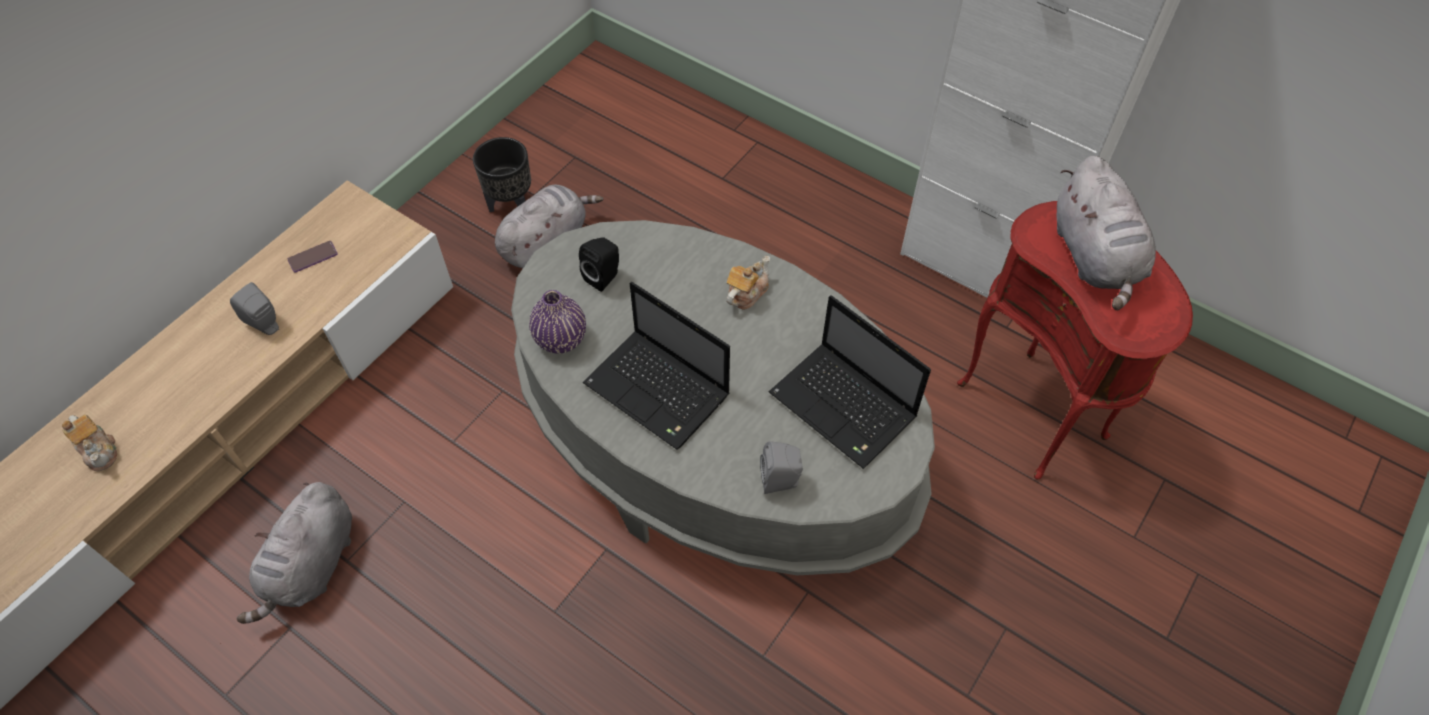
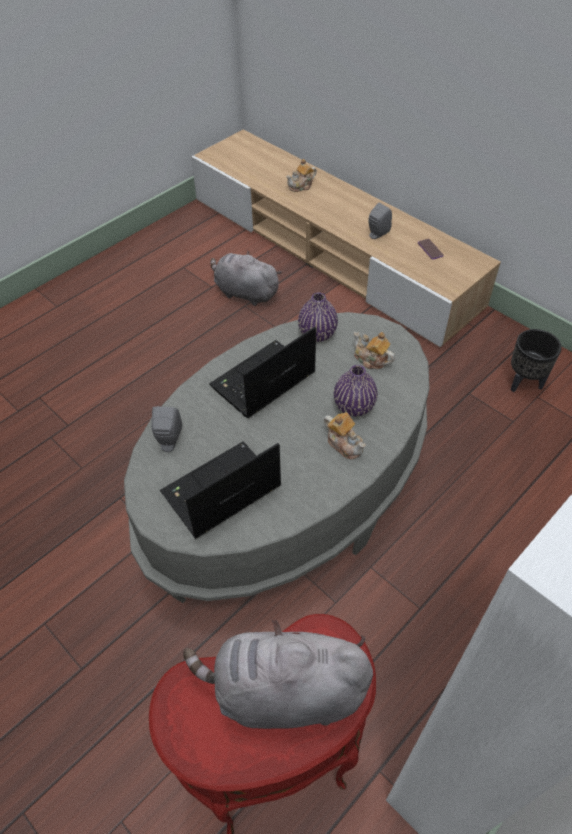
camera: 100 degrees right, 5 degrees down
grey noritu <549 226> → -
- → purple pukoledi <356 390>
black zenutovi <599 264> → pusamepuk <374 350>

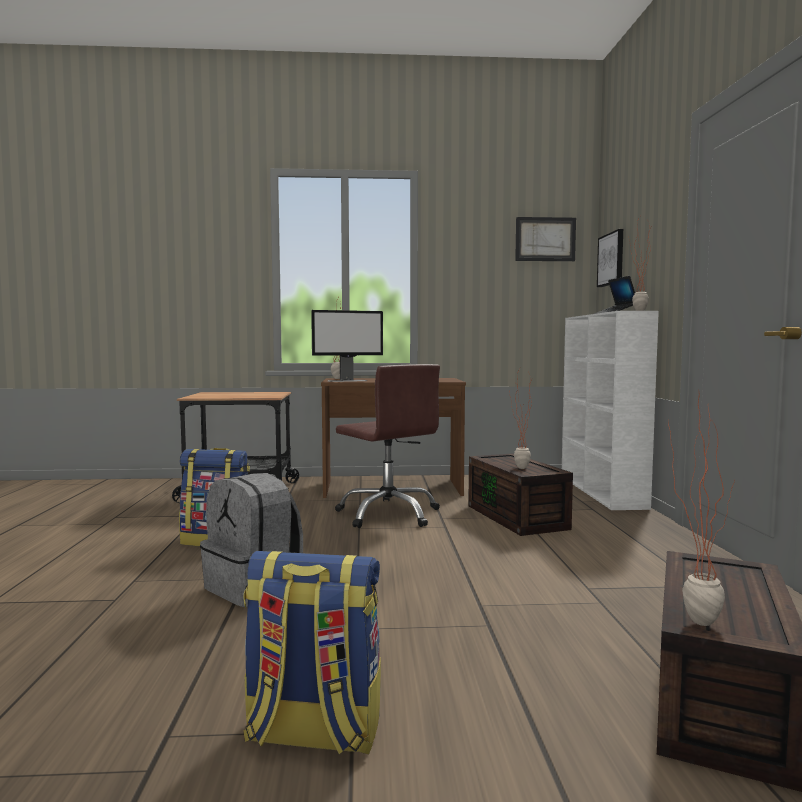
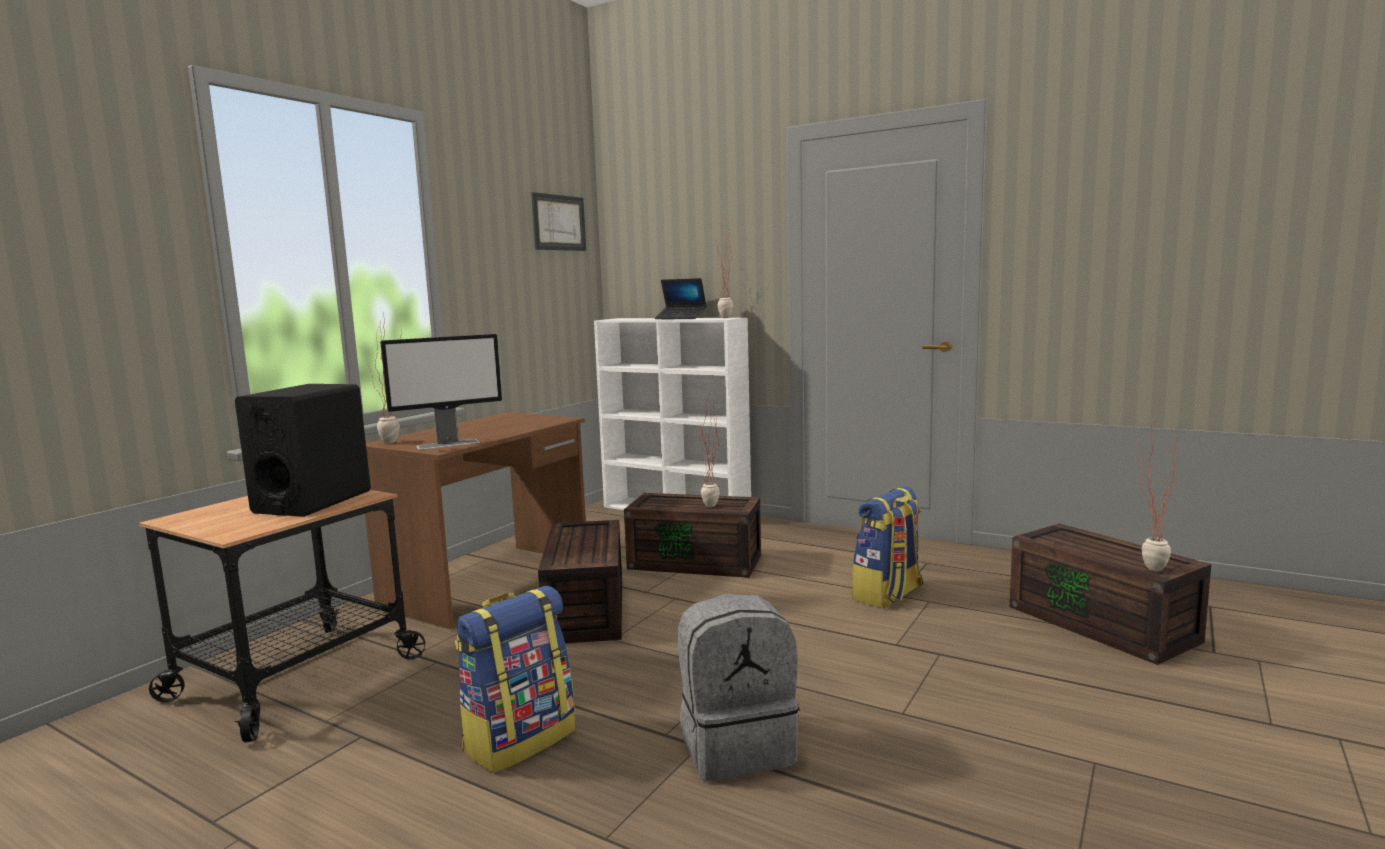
camera: 55 degrees left, 5 degrees up
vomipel <610 258> → -
- → black zenutovi <303 450>
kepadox <312 652> → kepadox <888 547>, relocated
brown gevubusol <387 446> → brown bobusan <580 581>
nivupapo <347 346> → nivupapo <441 392>, 45 degrees clockwise

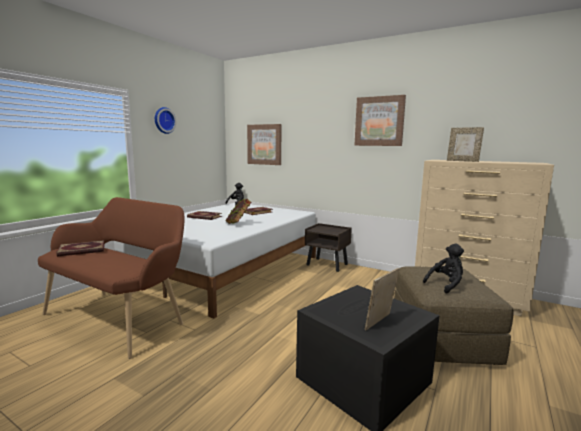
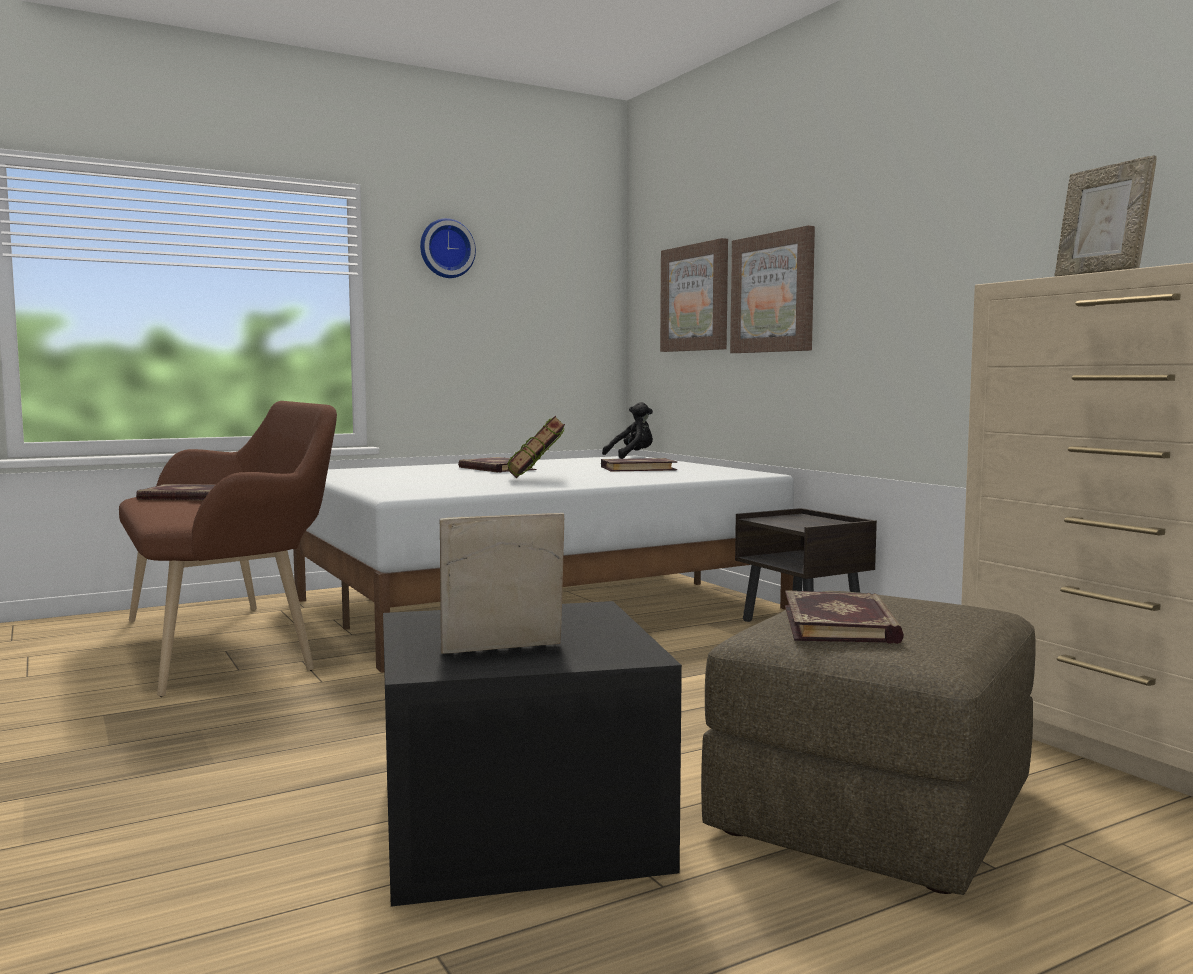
camera: 30 degrees right, 5 degrees down
vomipel <380 120> → vomipel <772 289>, relocated
black noritu <443 269> → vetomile <844 617>

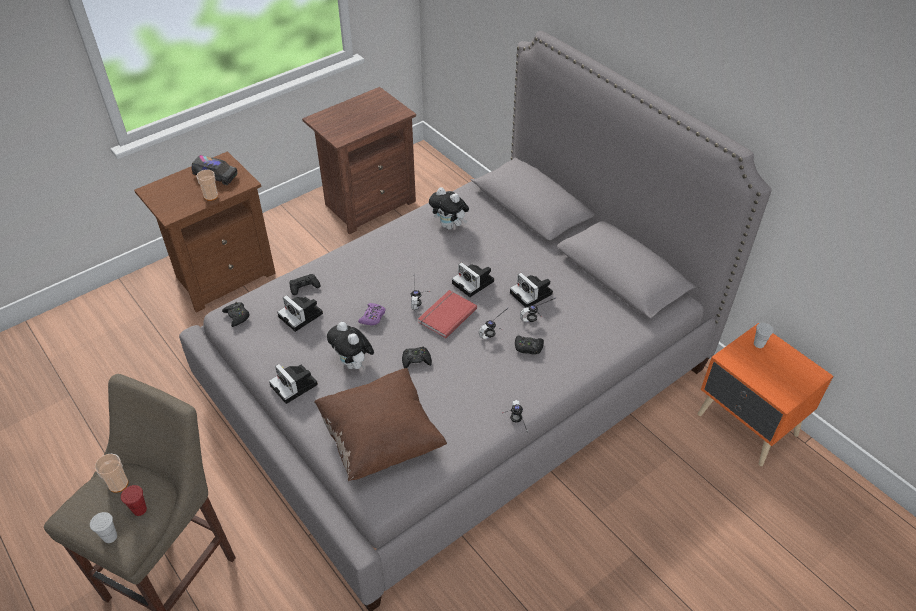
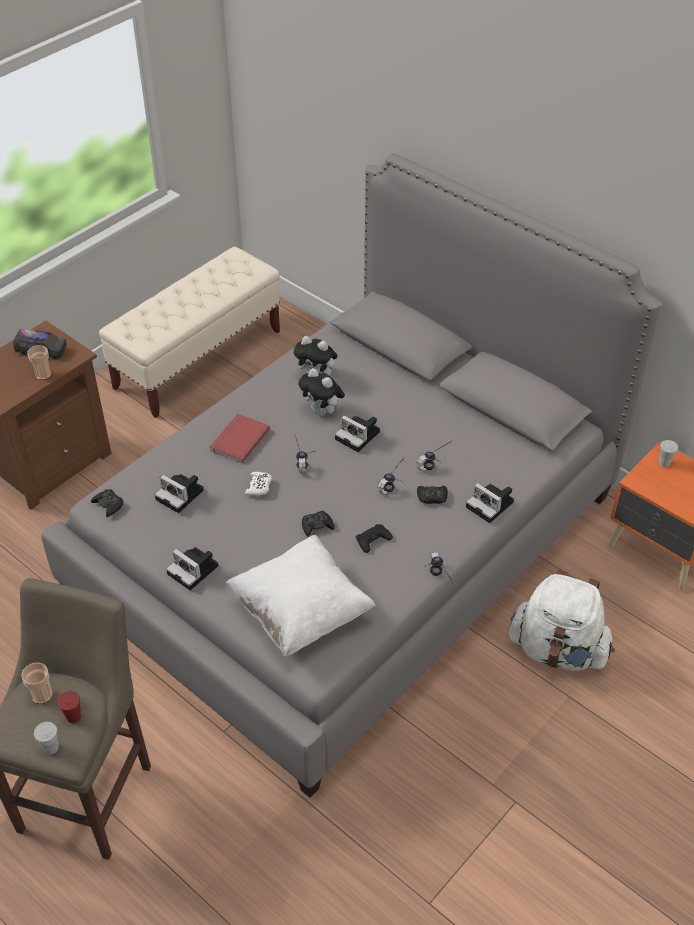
camera: 10 degrees left, 0 degrees up
- → white kepadox <562 620>
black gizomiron <305 284> → black gizomiron <374 538>, relocated
noritu <350 345> → noritu <321 392>, relocated
red vetomile <447 314> → red vetomile <240 438>, relocated
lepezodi <531 290> → lepezodi <490 503>, relocated
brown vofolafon <359 160> → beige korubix <189 332>
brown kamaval <380 424> → white kamaval <300 596>
purple gizomiron <372 314> → white gizomiron <258 484>

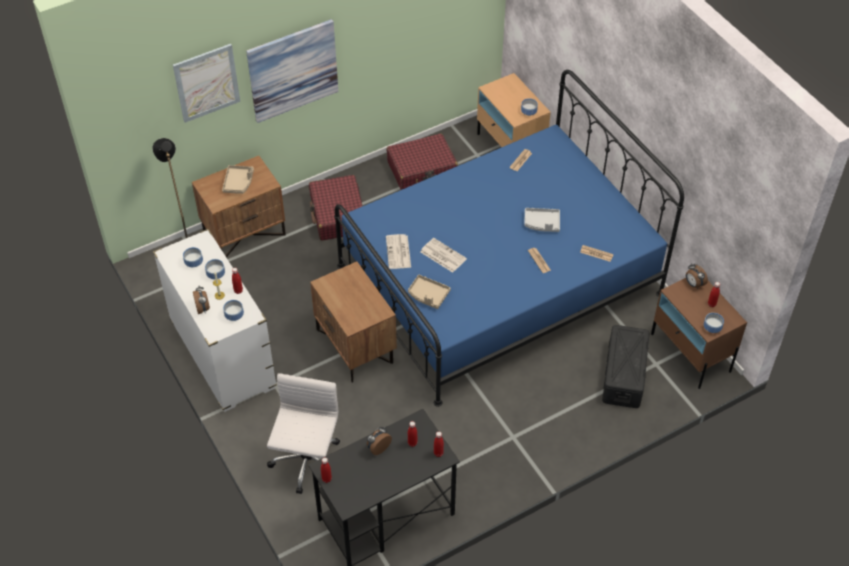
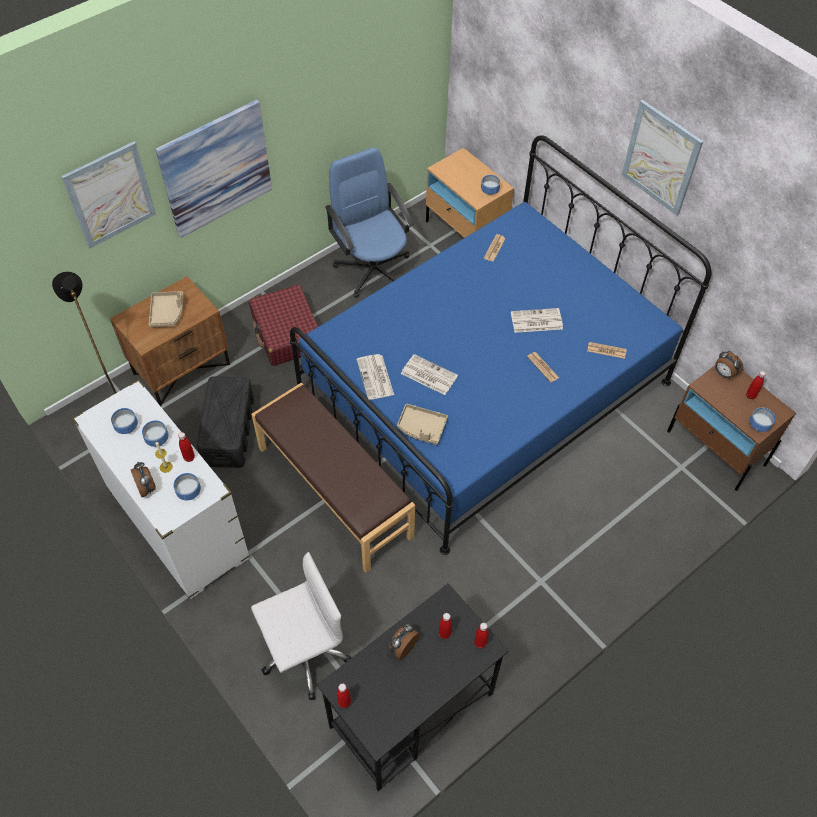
camera: 10 degrees left, 5 degrees up
- → vomipel <662 158>
black bobusan <625 366> → black bobusan <225 422>, relocated
brown vofolafon <353 322> → brown korubix <333 478>
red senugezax <422 162> → blue gevubusol <369 222>
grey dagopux <542 220> → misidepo <537 320>
white gevubusol <303 433> → white gevubusol <301 626>, 60 degrees clockwise

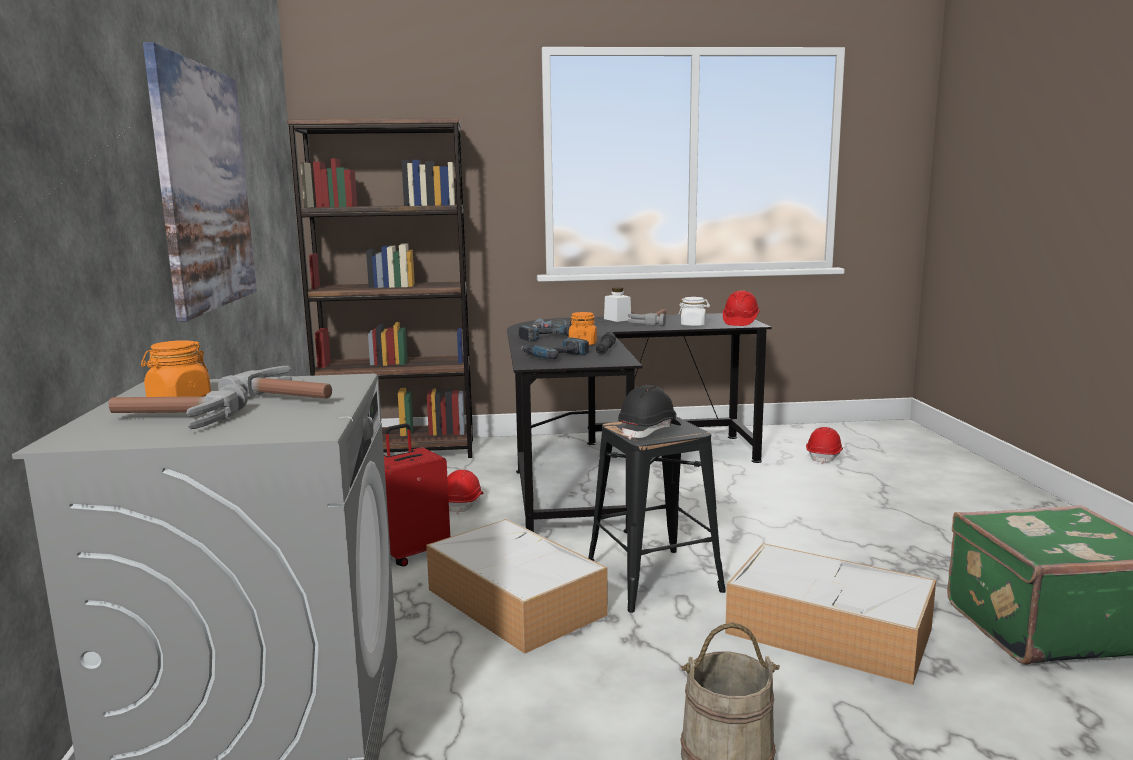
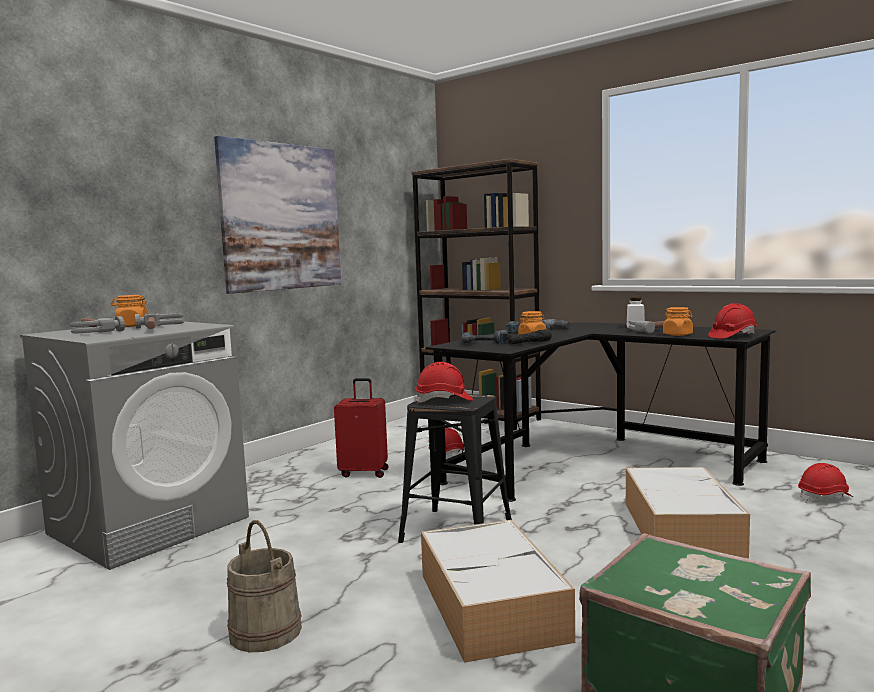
camera: 45 degrees right, 5 degrees down
bobusan <517 586> → bobusan <688 512>, relocated
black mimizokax <649 412> → red mimizokax <444 382>
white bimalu <694 312> → orange bimalu <678 321>

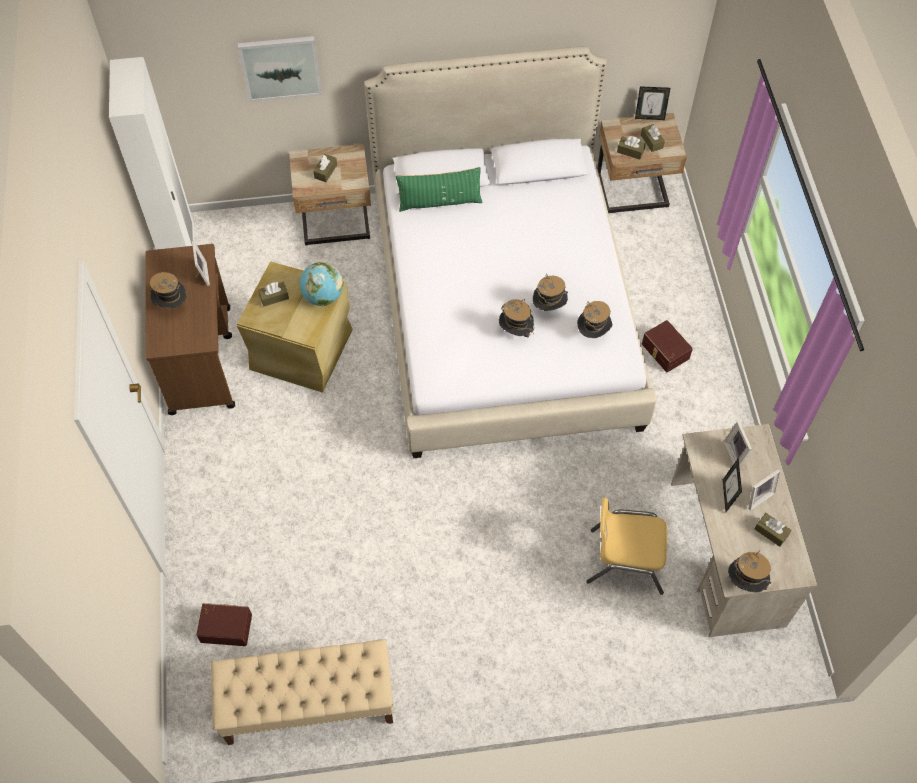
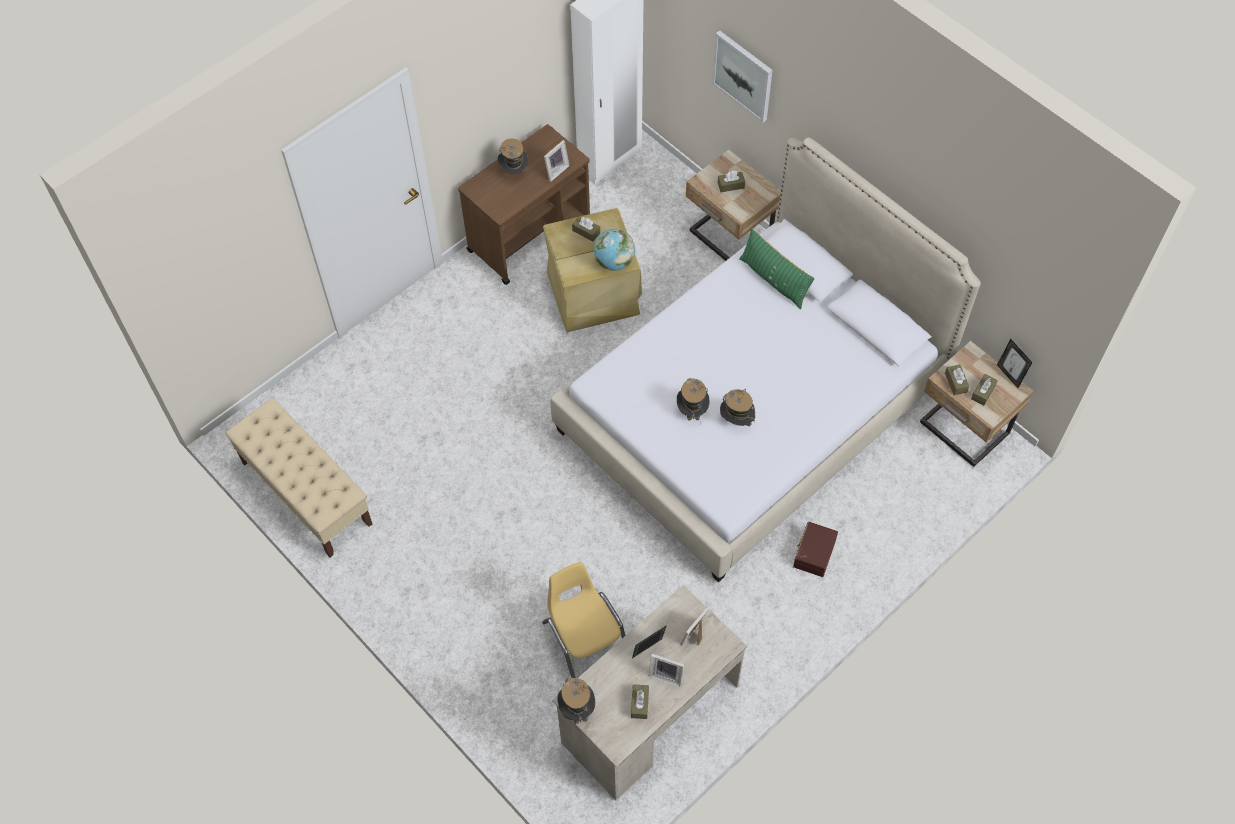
camera: 55 degrees right, 0 degrees up
brown bobusan <224 624> → -
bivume <595 319> → -

